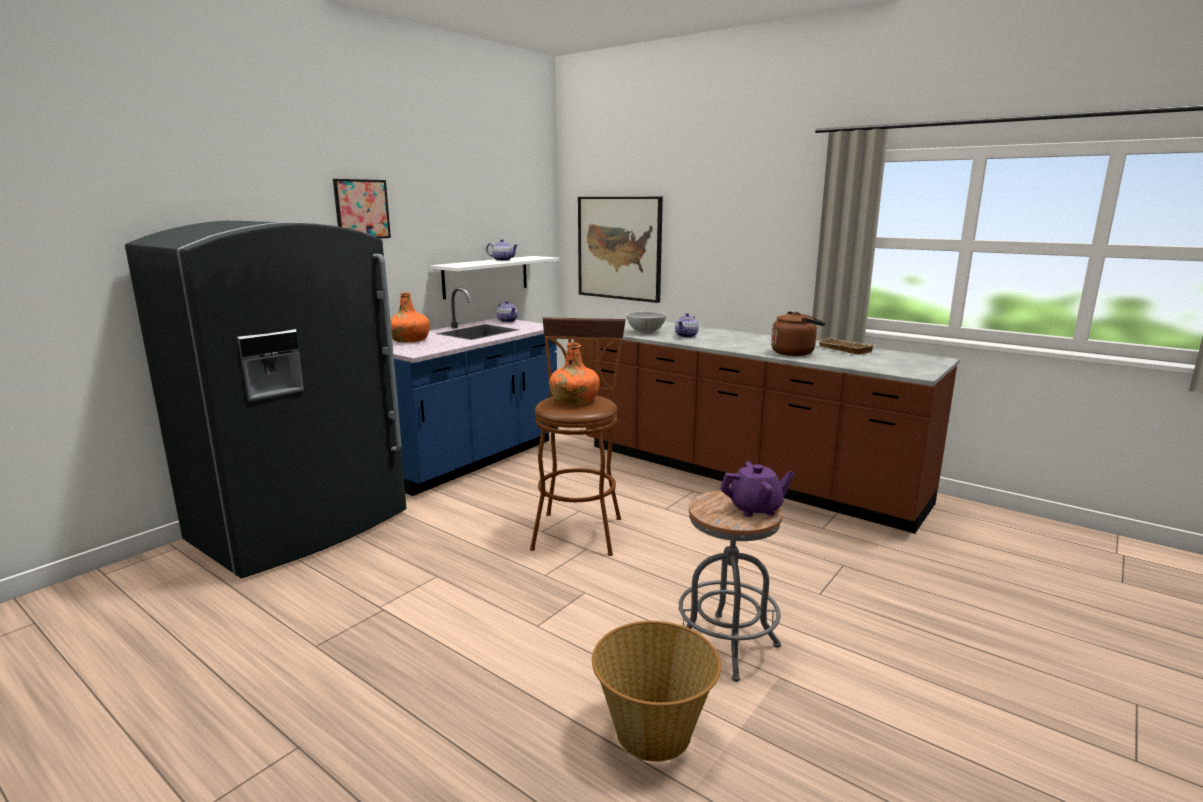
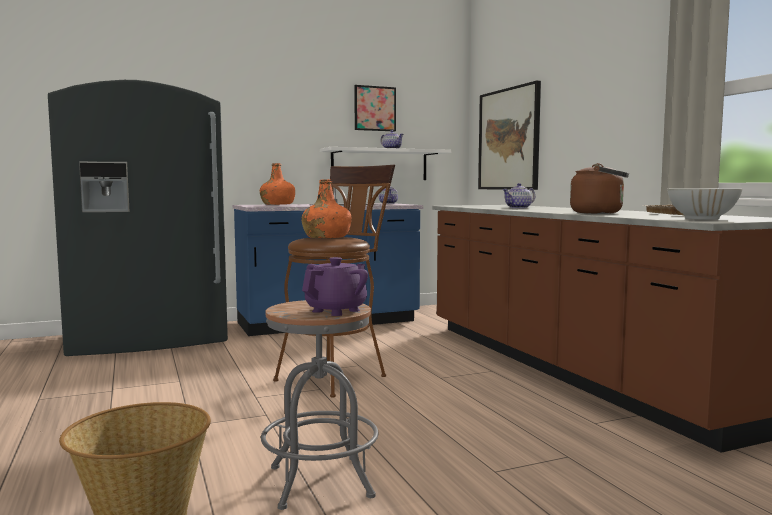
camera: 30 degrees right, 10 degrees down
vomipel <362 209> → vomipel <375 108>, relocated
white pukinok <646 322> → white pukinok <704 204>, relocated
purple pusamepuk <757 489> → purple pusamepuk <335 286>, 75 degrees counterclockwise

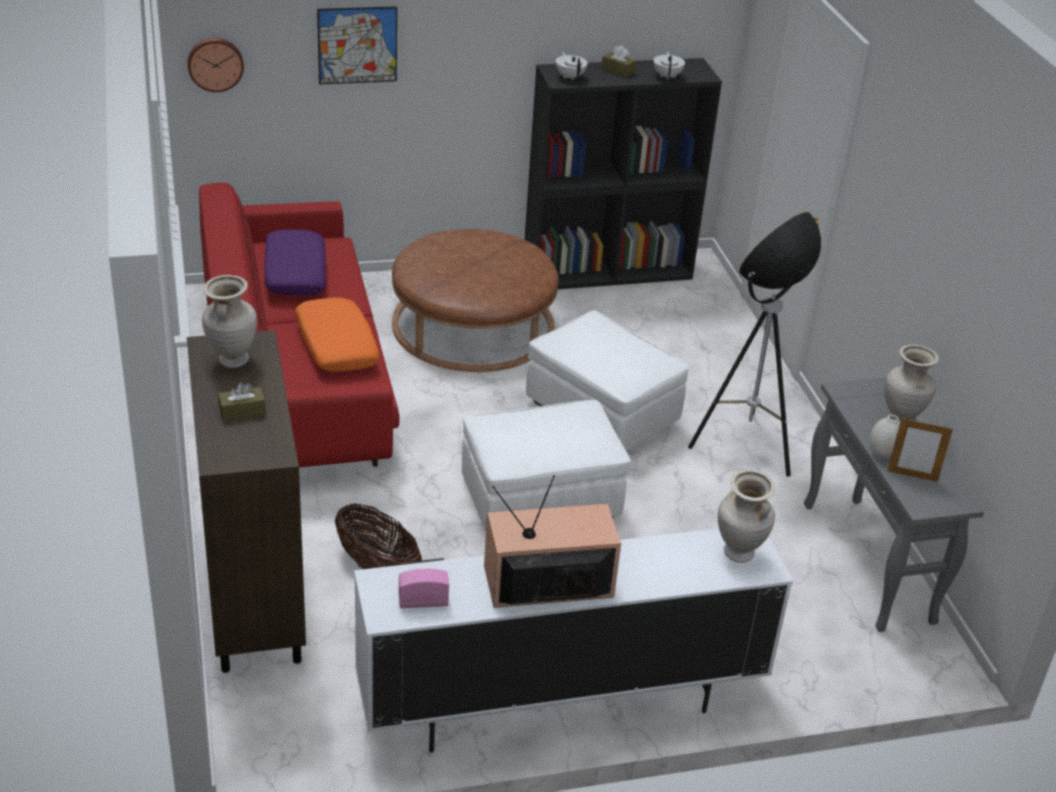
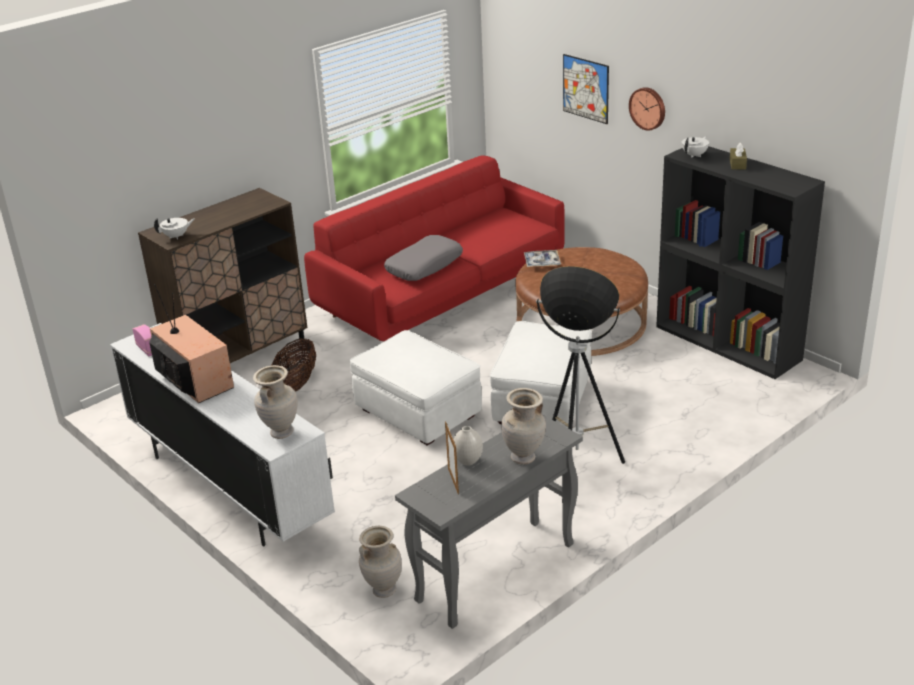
camera: 65 degrees right, 5 degrees down
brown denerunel <242 401> → -
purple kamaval <295 262> → -
- → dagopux <542 258>
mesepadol <216 65> → mesepadol <647 109>, relocated
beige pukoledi <229 321> → beige pukoledi <380 562>, relocated
white pusamepuk <669 65> → white pusamepuk <174 229>, relocated
orange kamaval <337 334> → grey kamaval <423 258>

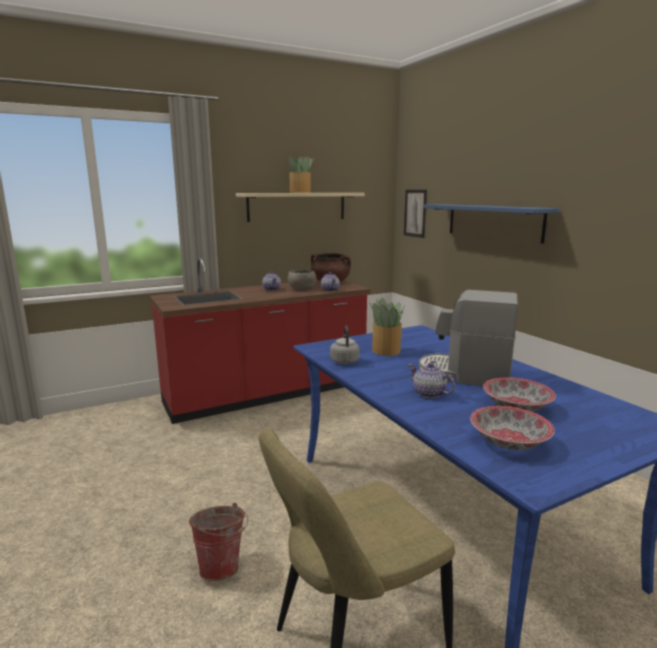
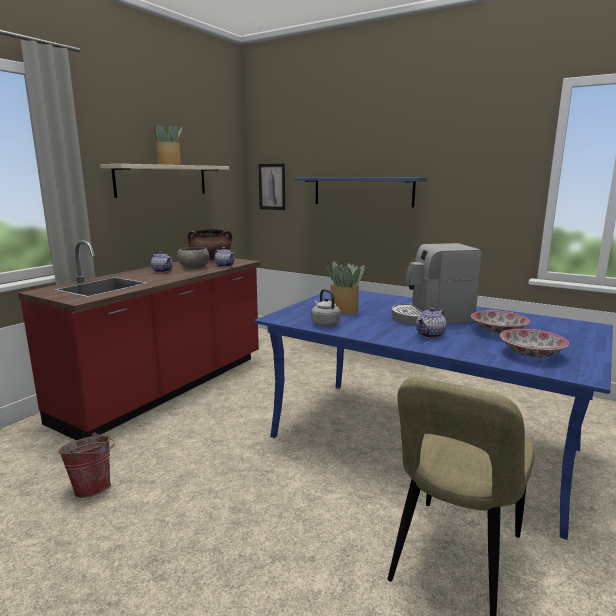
camera: 30 degrees left, 0 degrees up
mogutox <218 542> → mogutox <86 465>, relocated
pusamepuk <431 380> → pusamepuk <431 323>, 60 degrees counterclockwise

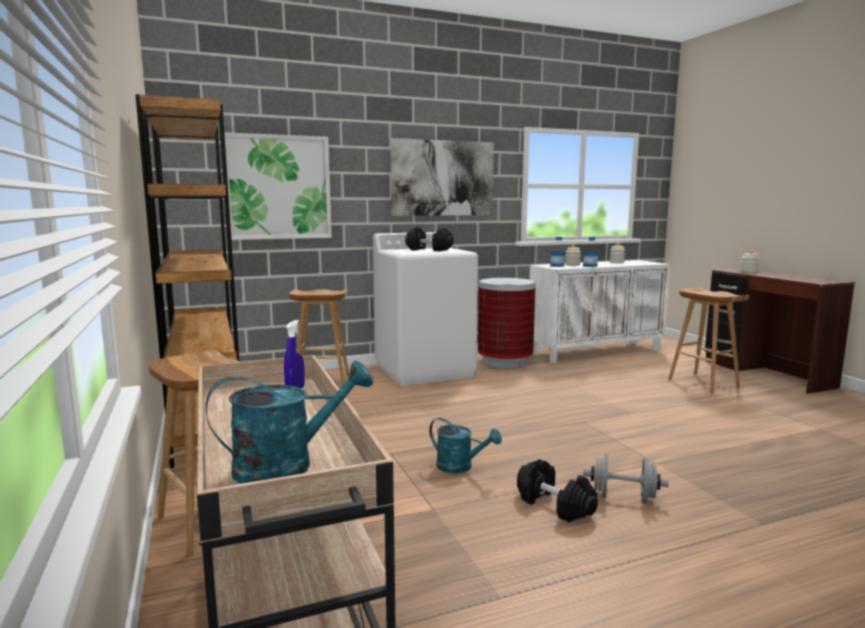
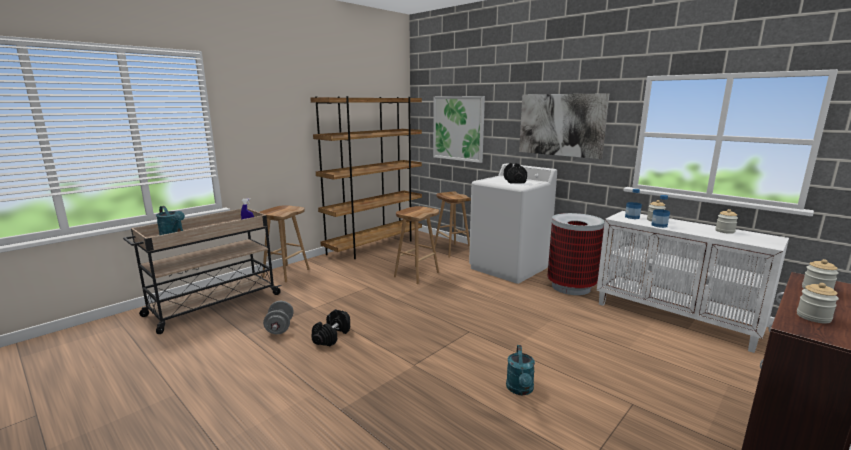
camera: 65 degrees right, 5 degrees up
- → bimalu <818 303>
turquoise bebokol <465 445> → turquoise bebokol <520 370>, relocated
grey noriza <626 478> → grey noriza <278 317>, relocated
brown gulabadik <708 341> → brown gulabadik <416 245>, relocated

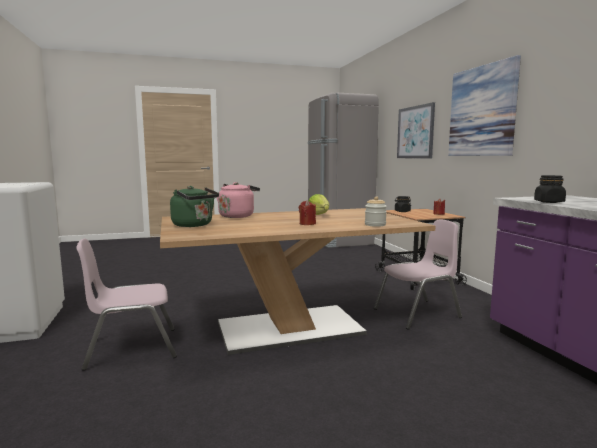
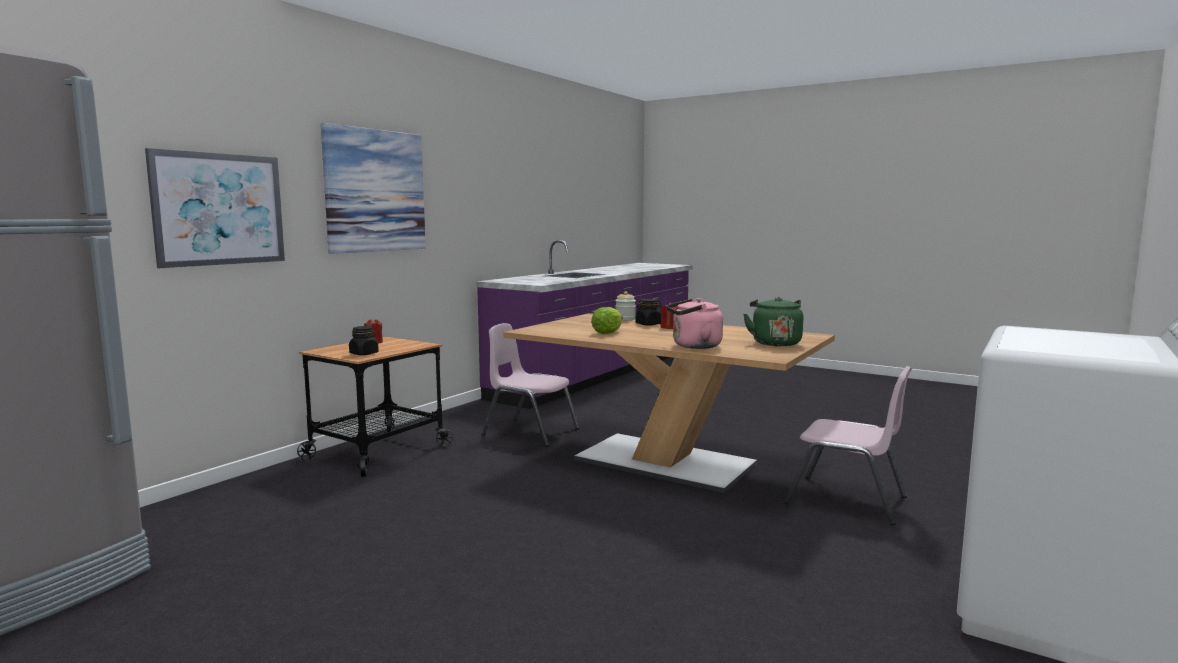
camera: 130 degrees left, 0 degrees up
black bimalu <550 189> → black bimalu <649 312>, relocated

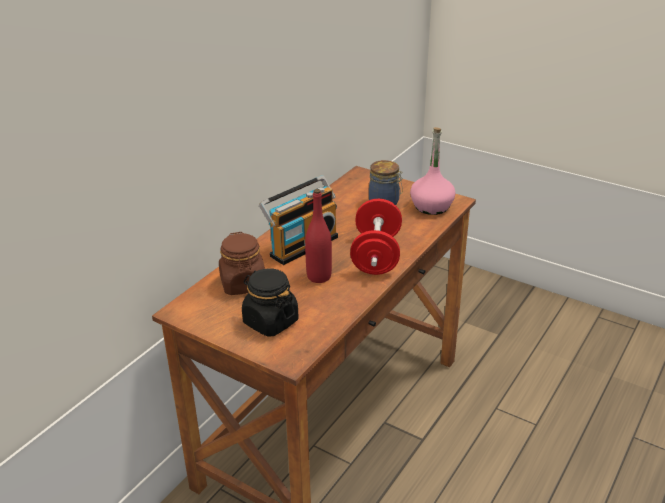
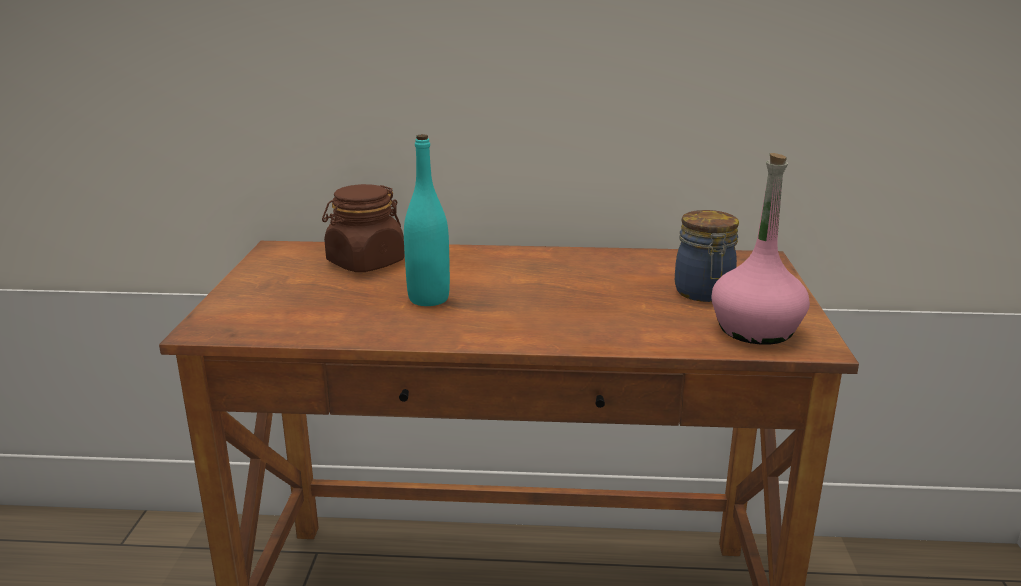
camera: 60 degrees right, 10 degrees down
black bimalu <270 302> → -
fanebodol <298 220> → -
red noriza <376 237> → -
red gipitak <318 236> → turquoise gipitak <427 220>

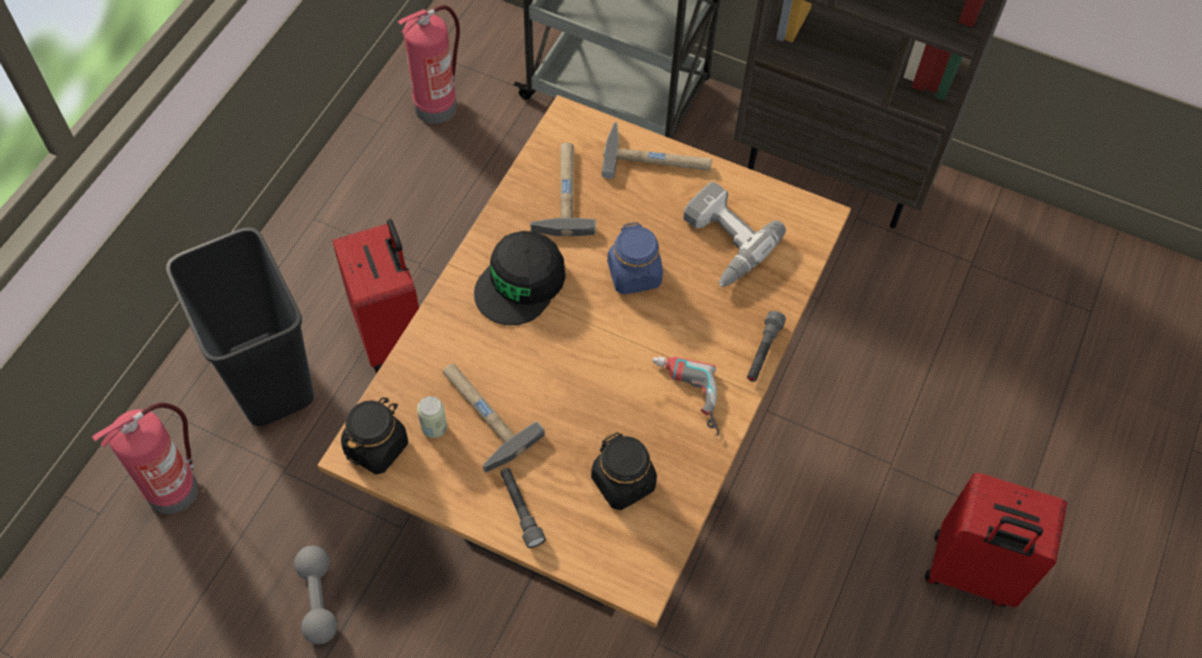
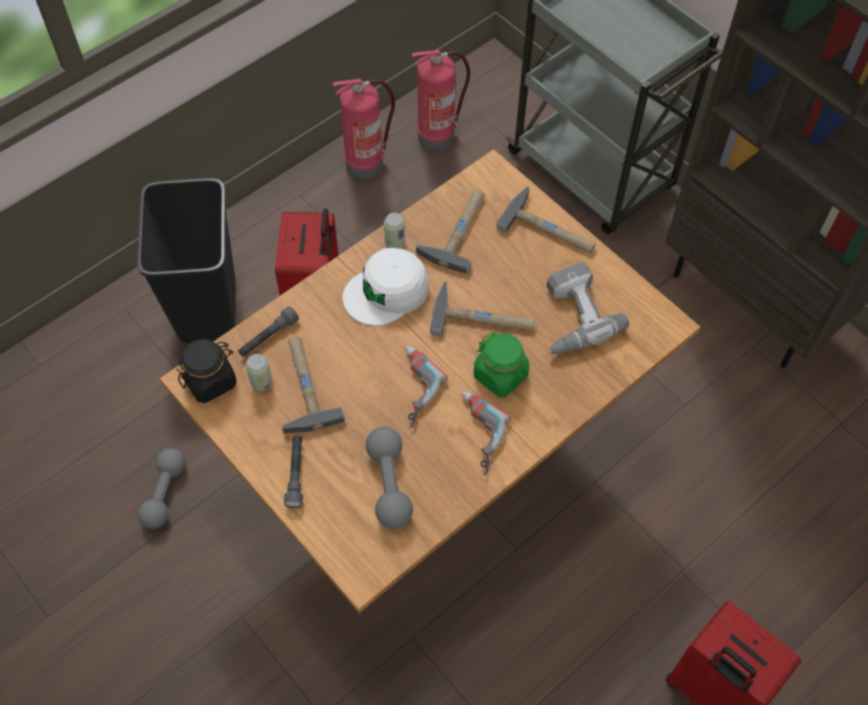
camera: 25 degrees right, 0 degrees up
- → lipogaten <394 231>
- → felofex <426 386>
- → green bimalu <501 364>
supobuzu <145 458> → supobuzu <363 129>, relocated
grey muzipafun <766 346> → grey muzipafun <268 331>, relocated
black bimalu <624 471> → grey noriza <389 477>
blue bimalu <635 258> → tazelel <482 308>
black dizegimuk <520 278> → white dizegimuk <386 287>

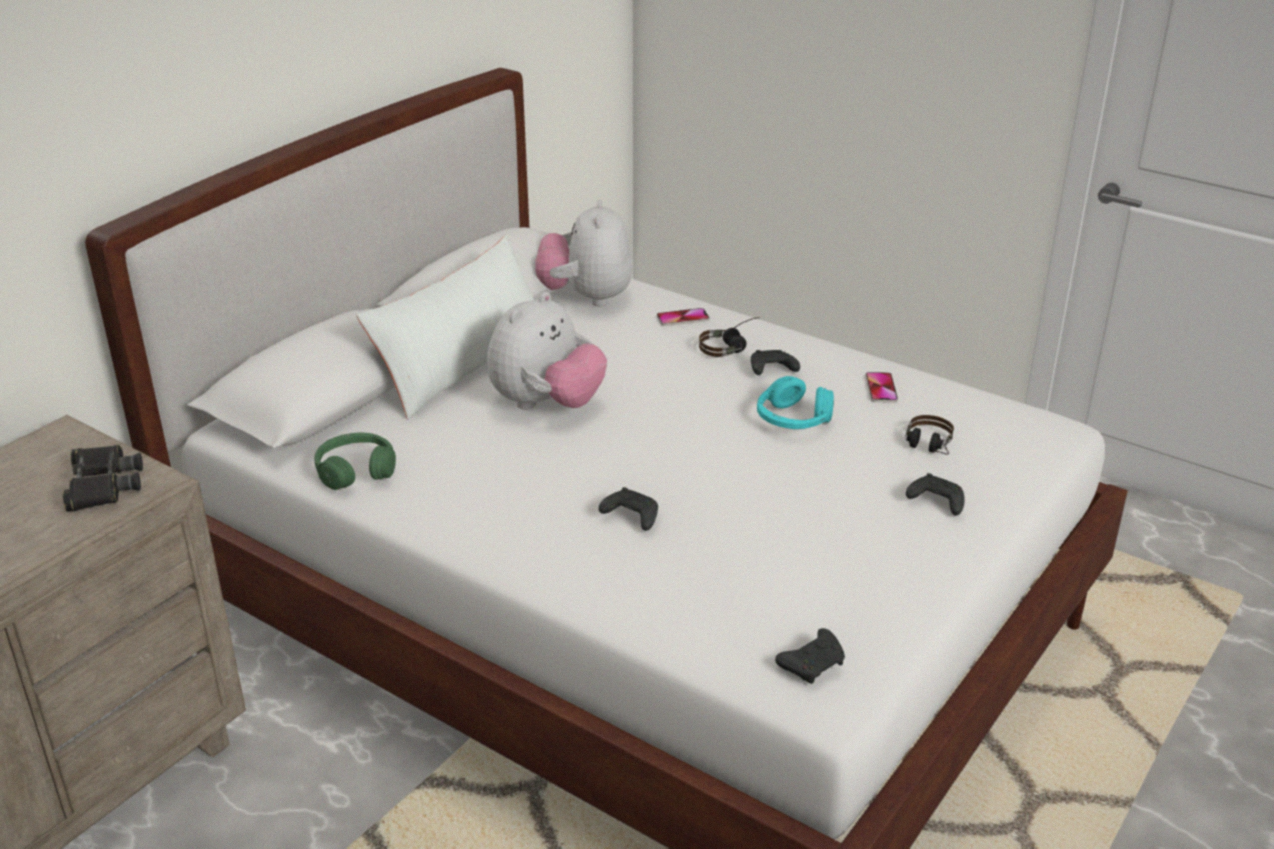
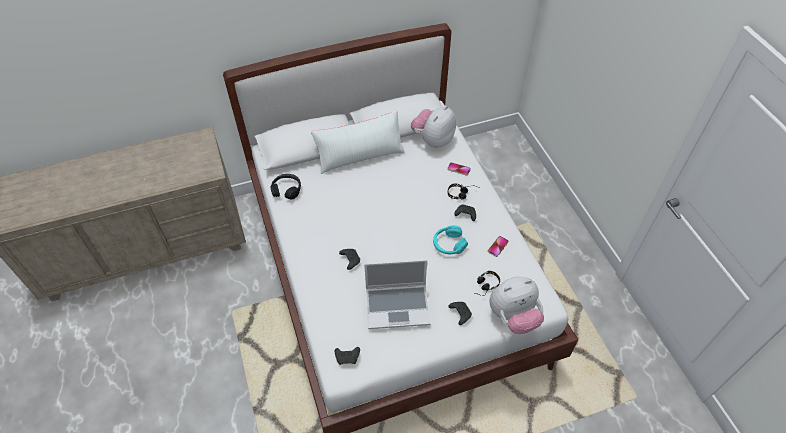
camera: 35 degrees right, 20 degrees up
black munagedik <103 478> → -
- → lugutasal <397 294>
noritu <547 351> → noritu <516 305>, relocated
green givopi <355 461> → black givopi <286 187>

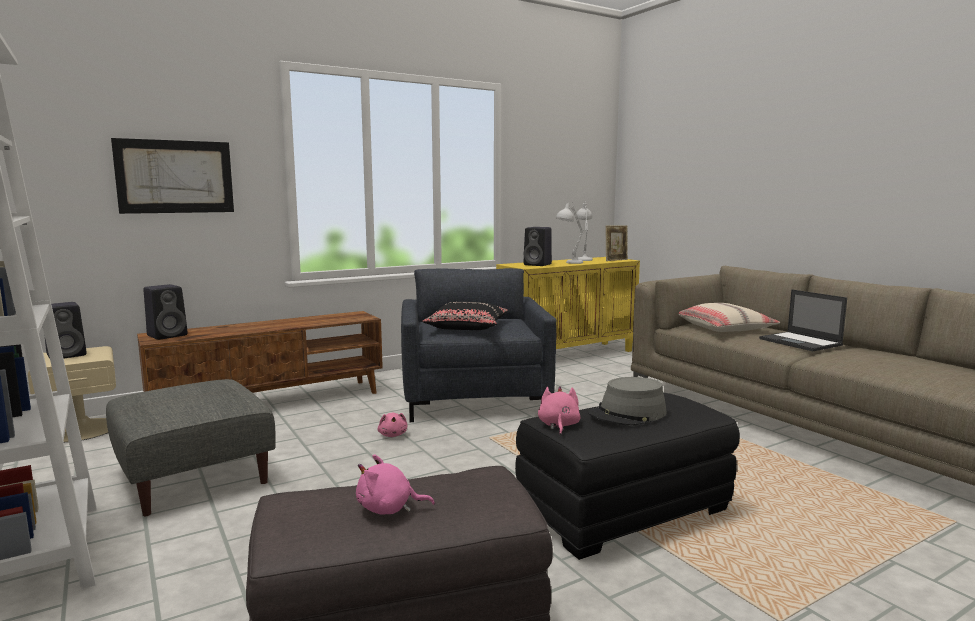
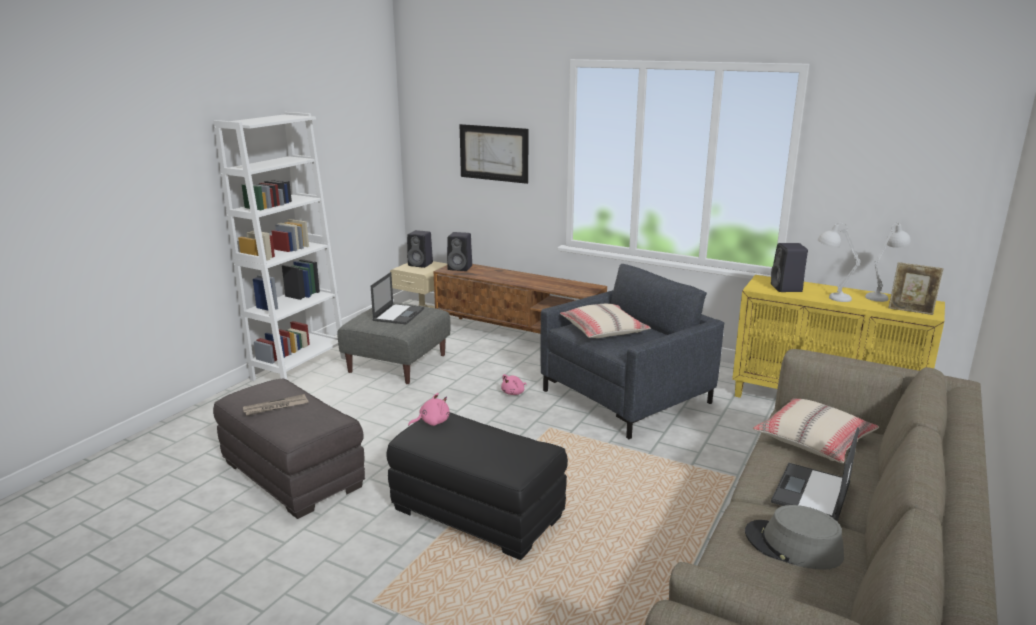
camera: 60 degrees right, 10 degrees up
- → lugutasal <397 298>
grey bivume <627 401> → grey bivume <794 537>, relocated
pink noritu <395 484> → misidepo <276 405>
black kamaval <465 315> → beige kamaval <605 321>

